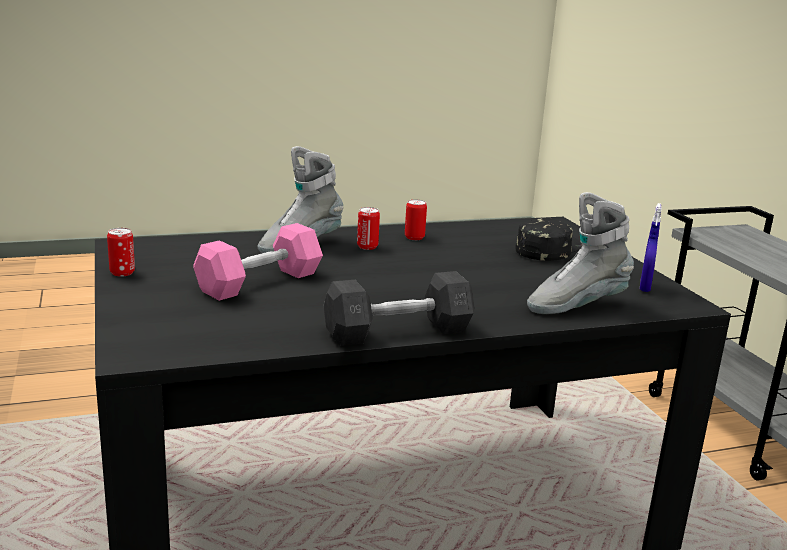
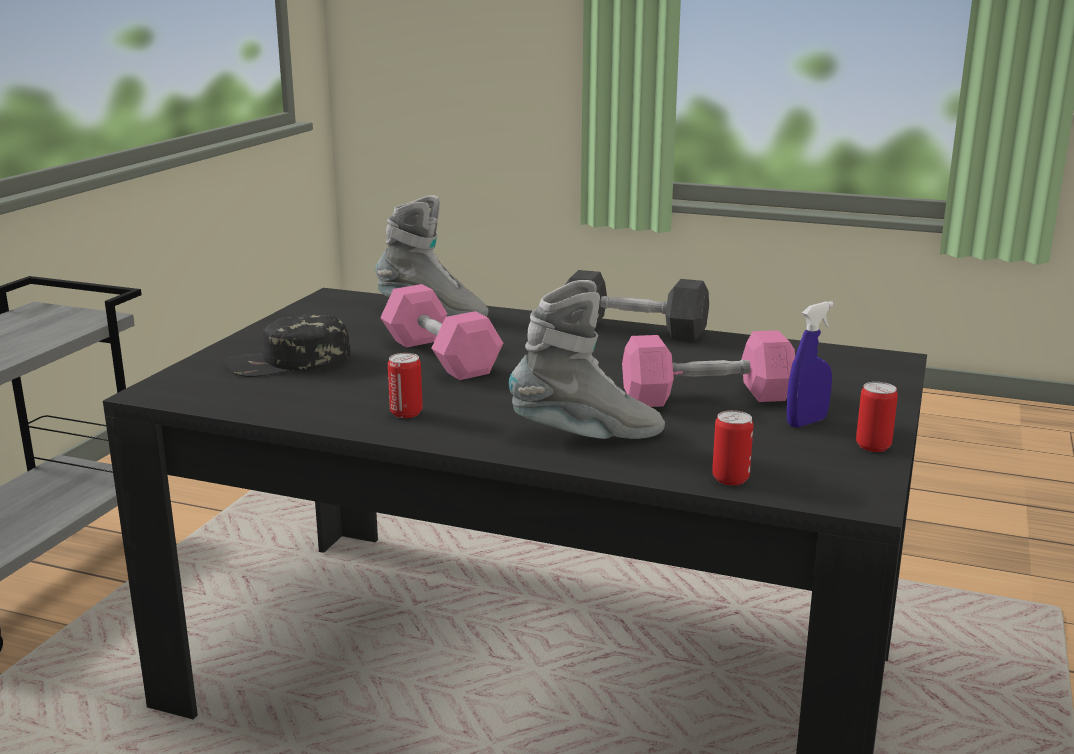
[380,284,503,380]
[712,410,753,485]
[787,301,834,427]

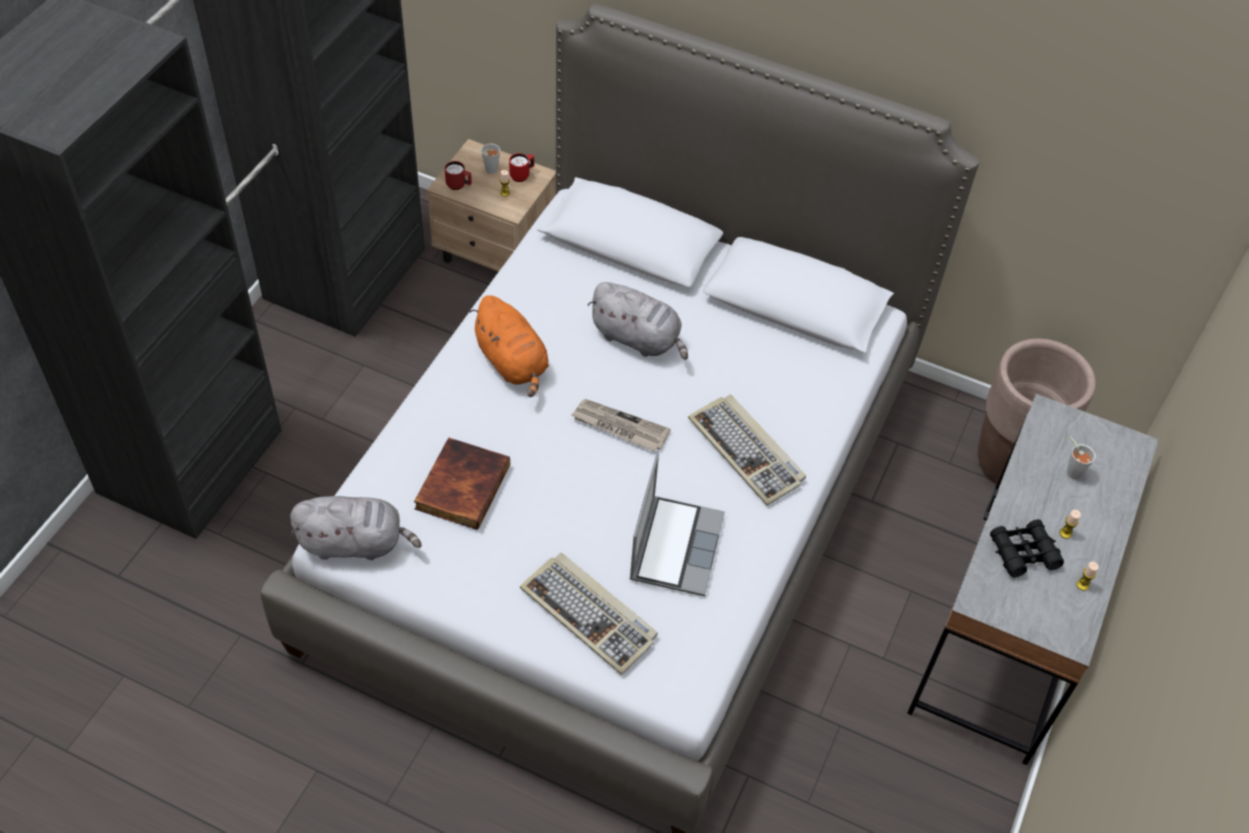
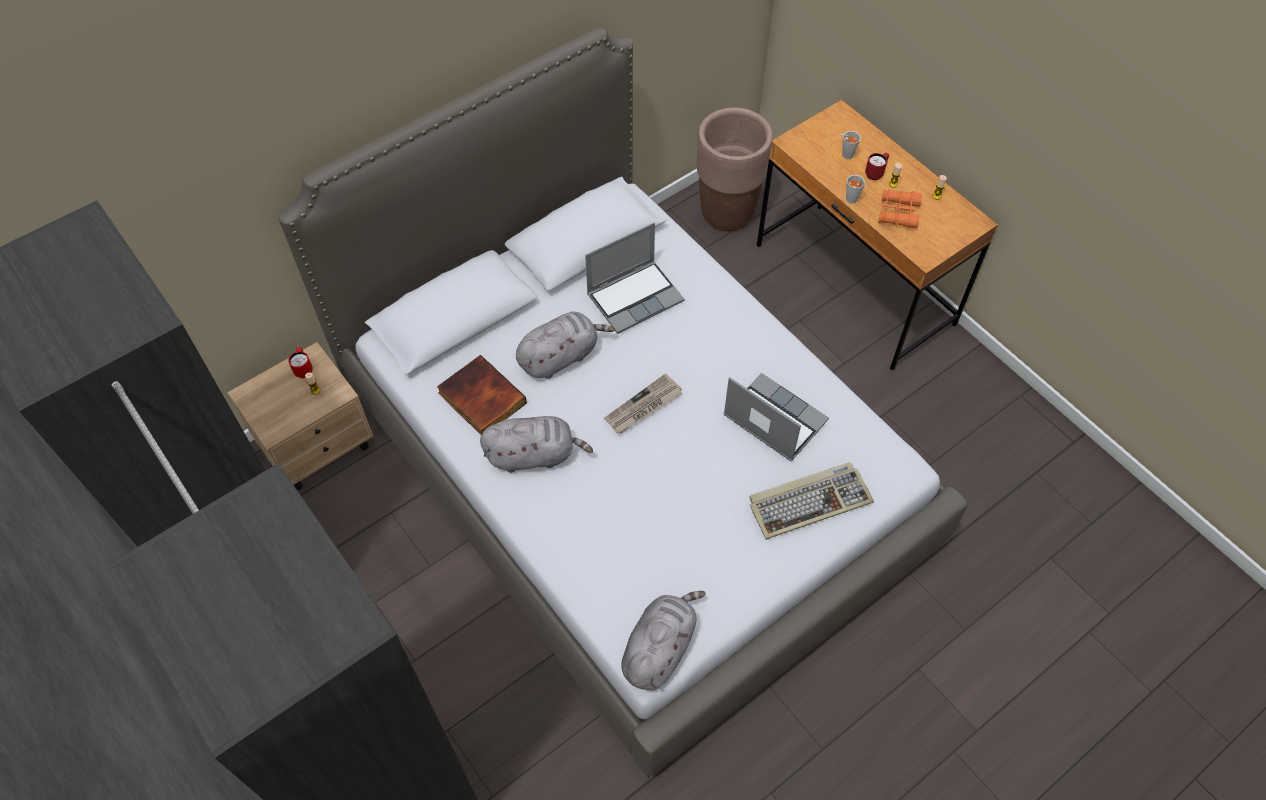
[688,394,806,506] (first image)
[585,223,685,334]
[437,355,527,435]
[865,153,889,180]
[846,175,868,204]
[480,416,593,473]
[757,100,998,371]
[879,189,922,228]

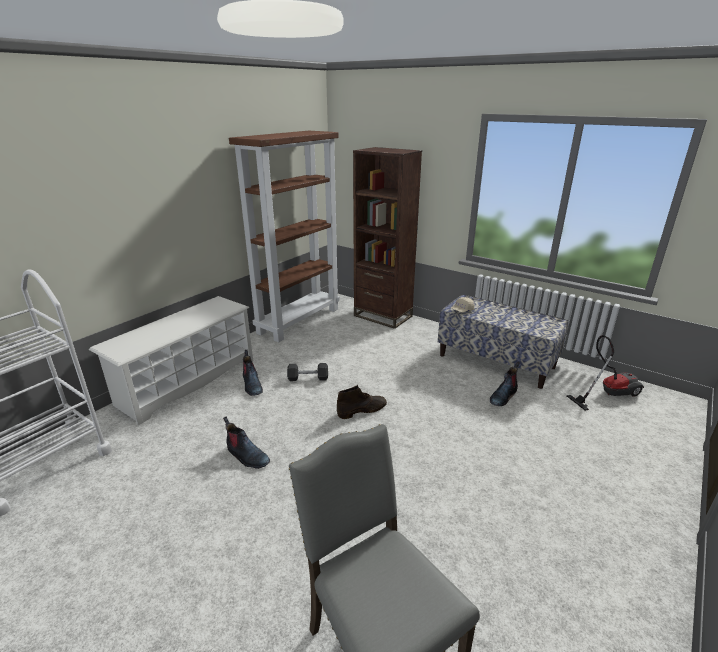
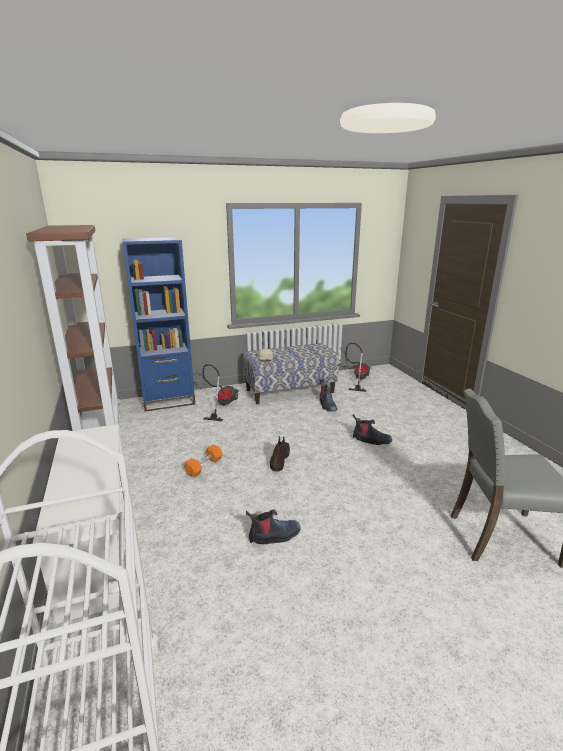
[203,364,239,421]
[352,414,392,445]
[184,444,223,478]
[122,237,195,412]

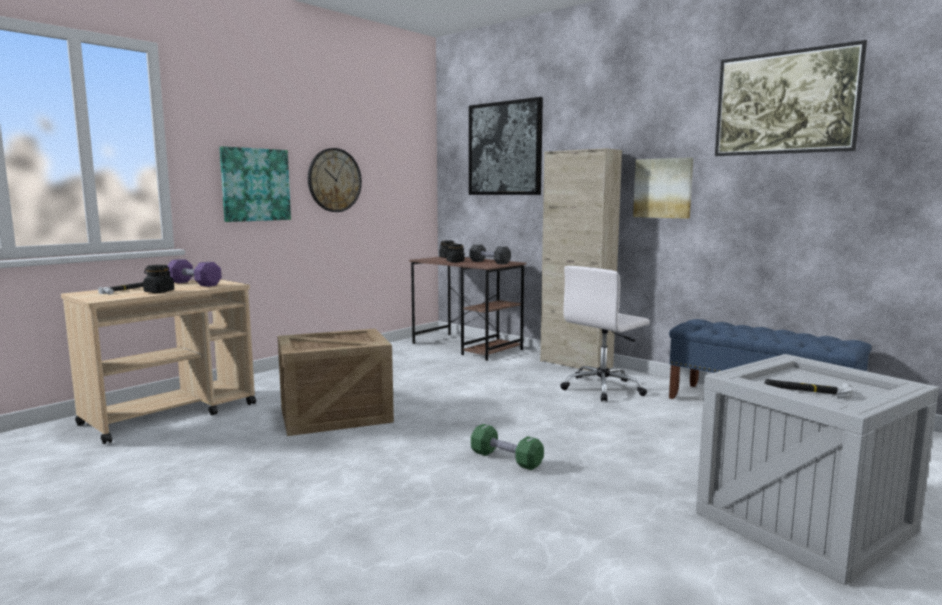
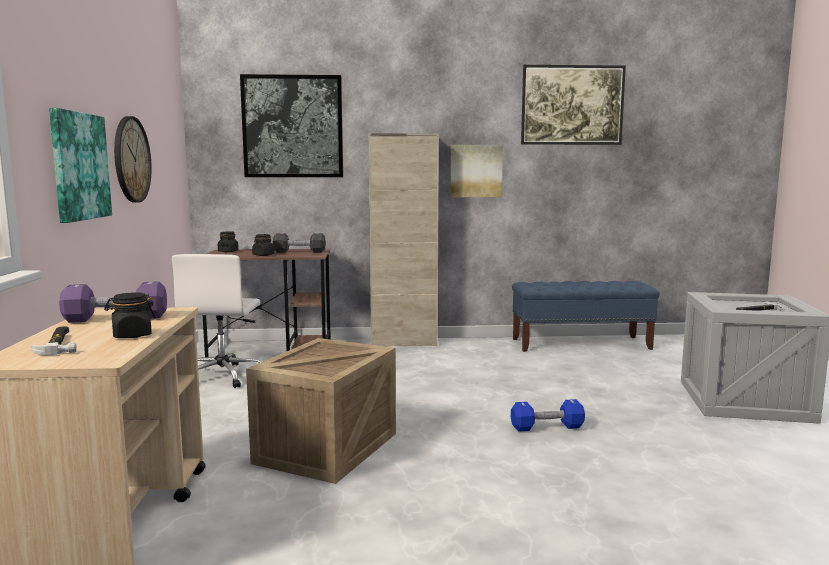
[172,254,261,388]
[511,399,585,432]

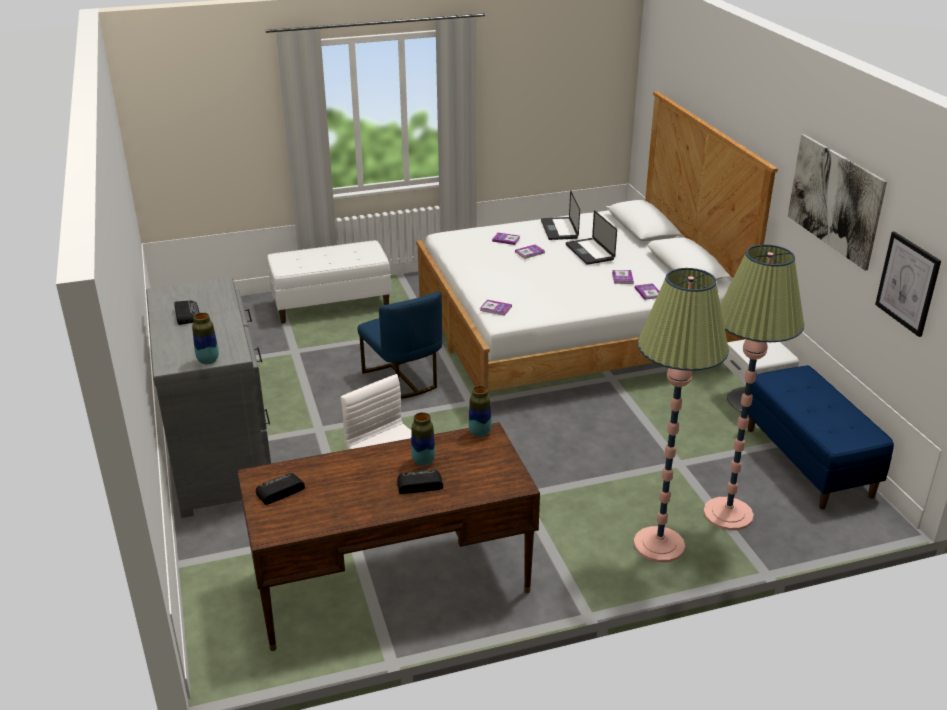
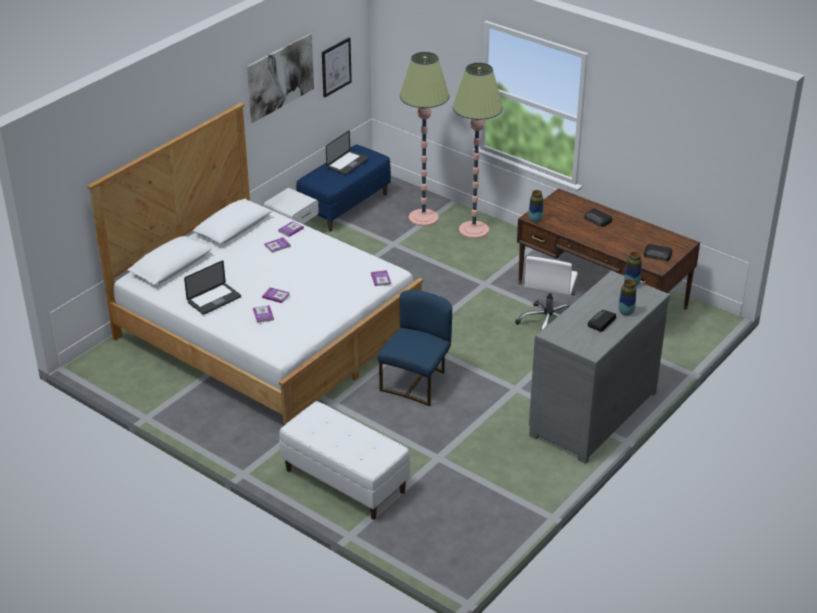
[619,279,636,316]
[326,130,369,175]

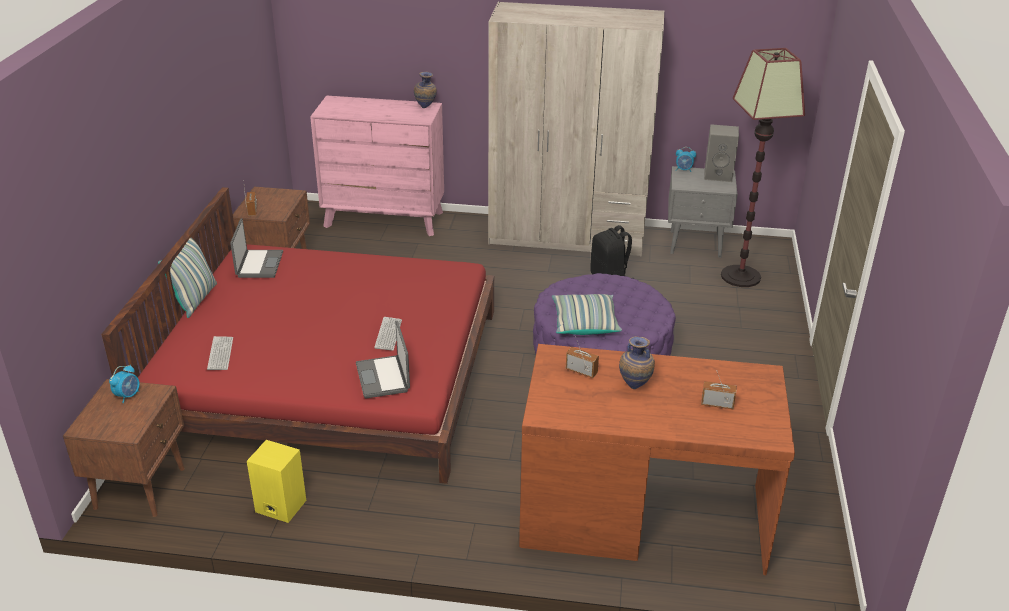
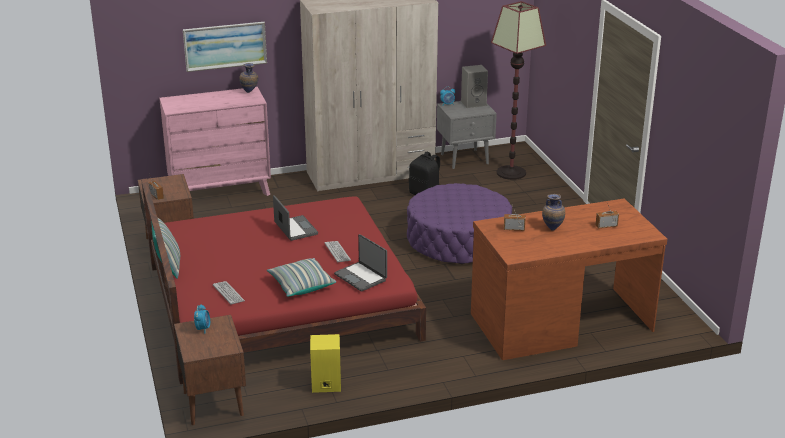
[183,22,267,72]
[273,195,318,241]
[267,258,336,297]

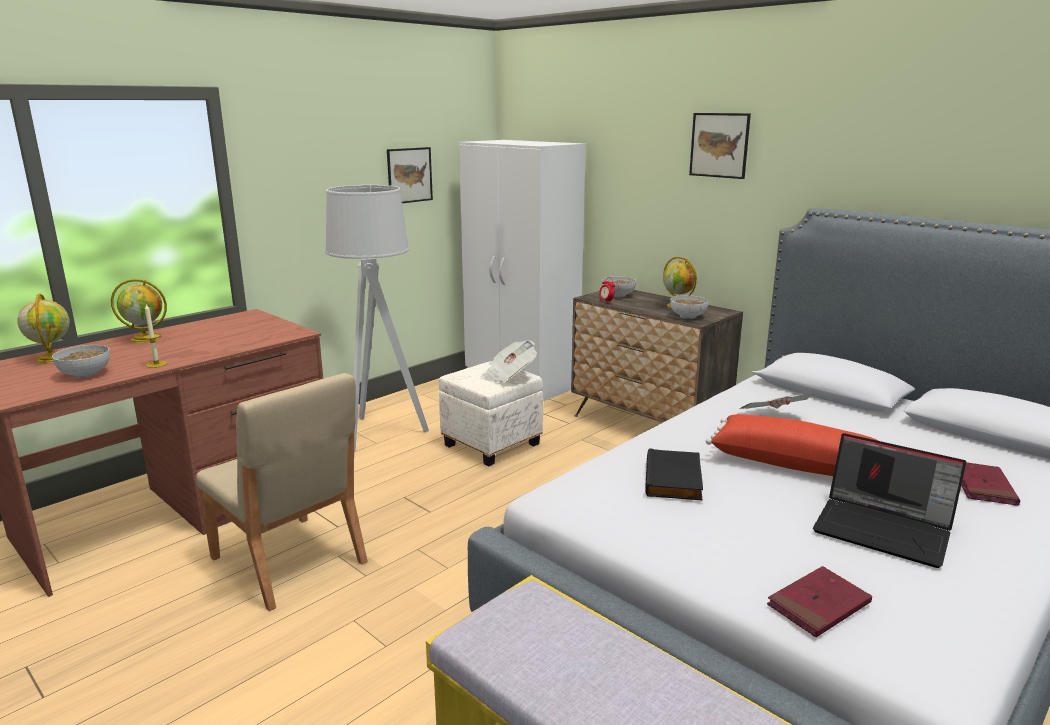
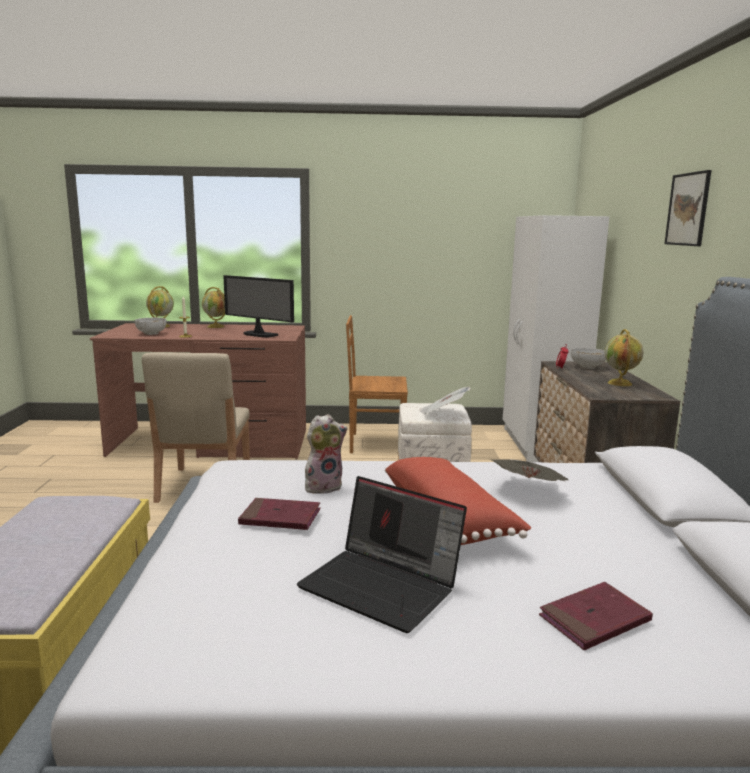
[387,147,433,203] (first image)
[670,295,709,319] (first image)
[223,275,294,337]
[238,498,321,530]
[346,315,408,453]
[305,414,348,494]
[297,476,467,633]

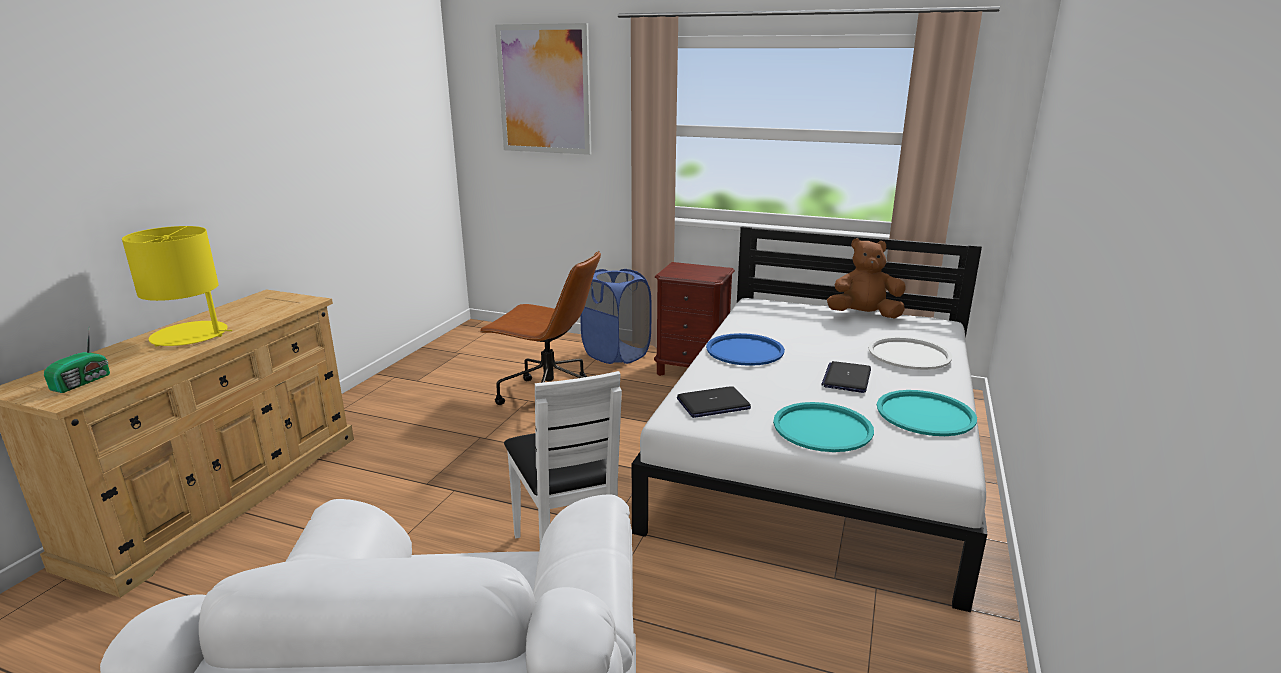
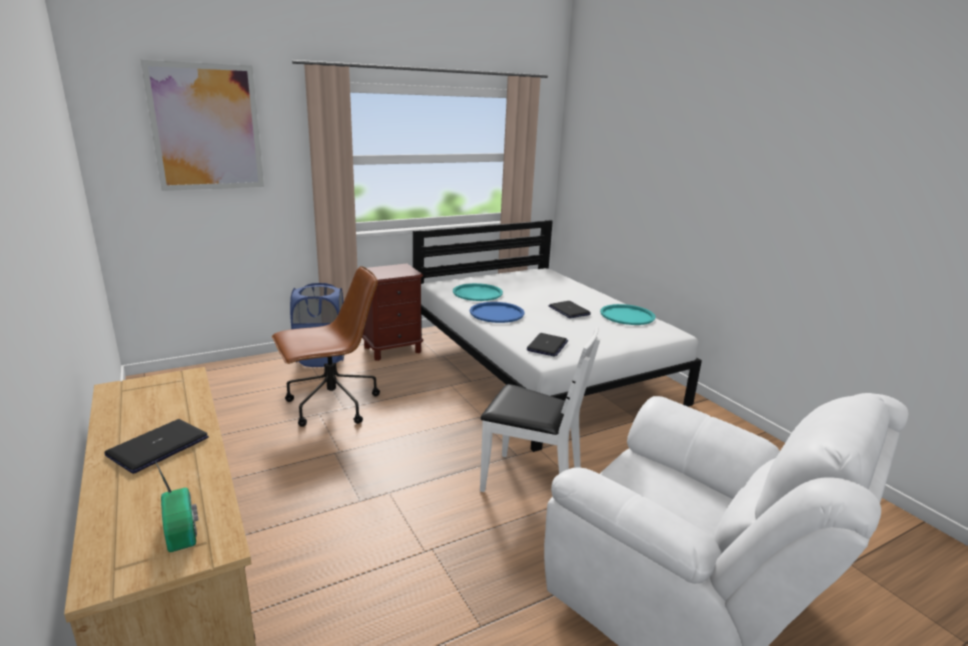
[827,238,906,319] (first image)
[868,336,952,370] (first image)
[453,283,503,301]
[104,419,209,474]

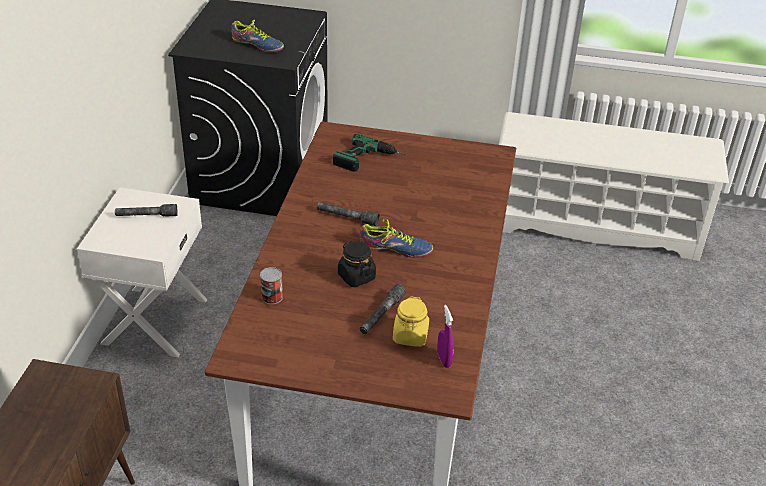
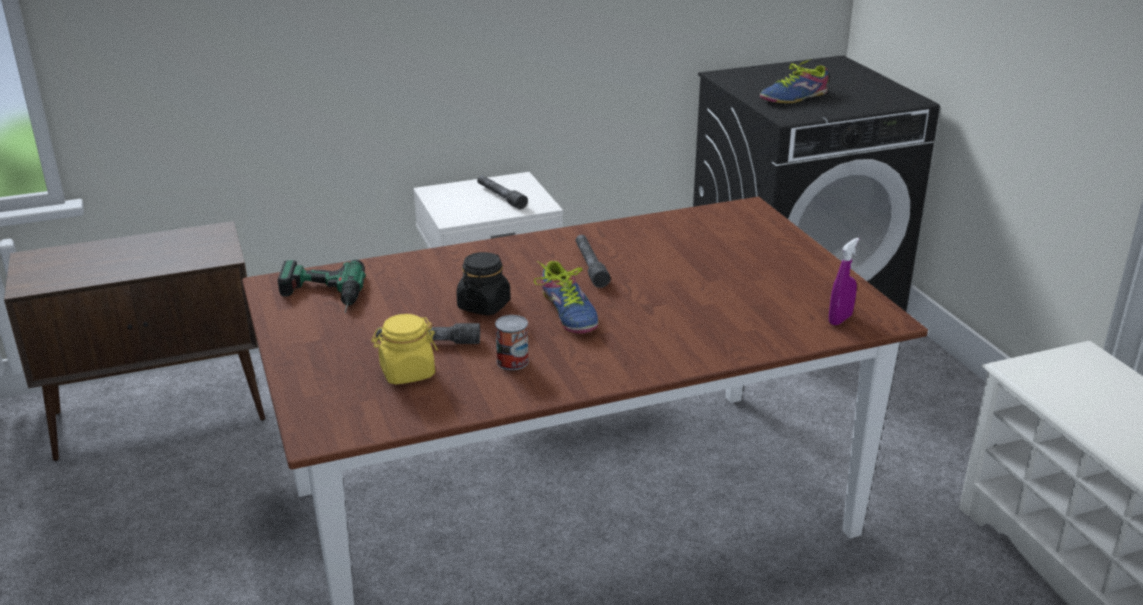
[495,315,529,370]
[278,260,366,313]
[829,238,859,325]
[760,59,829,103]

